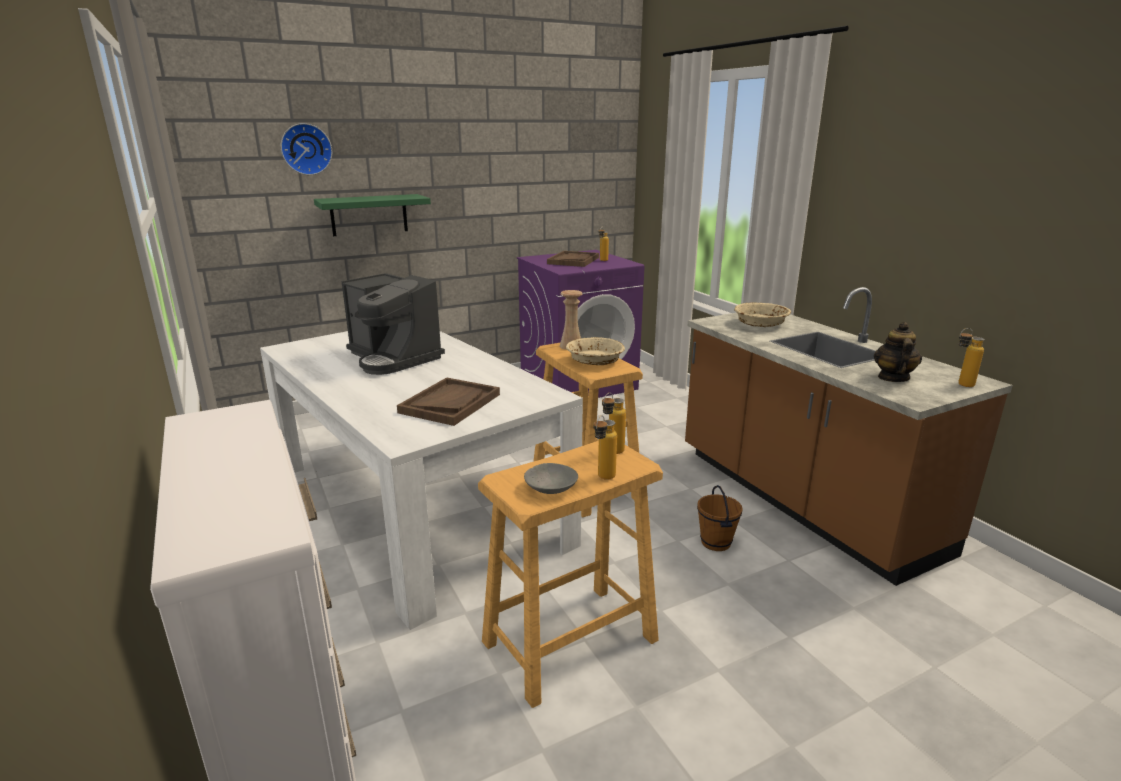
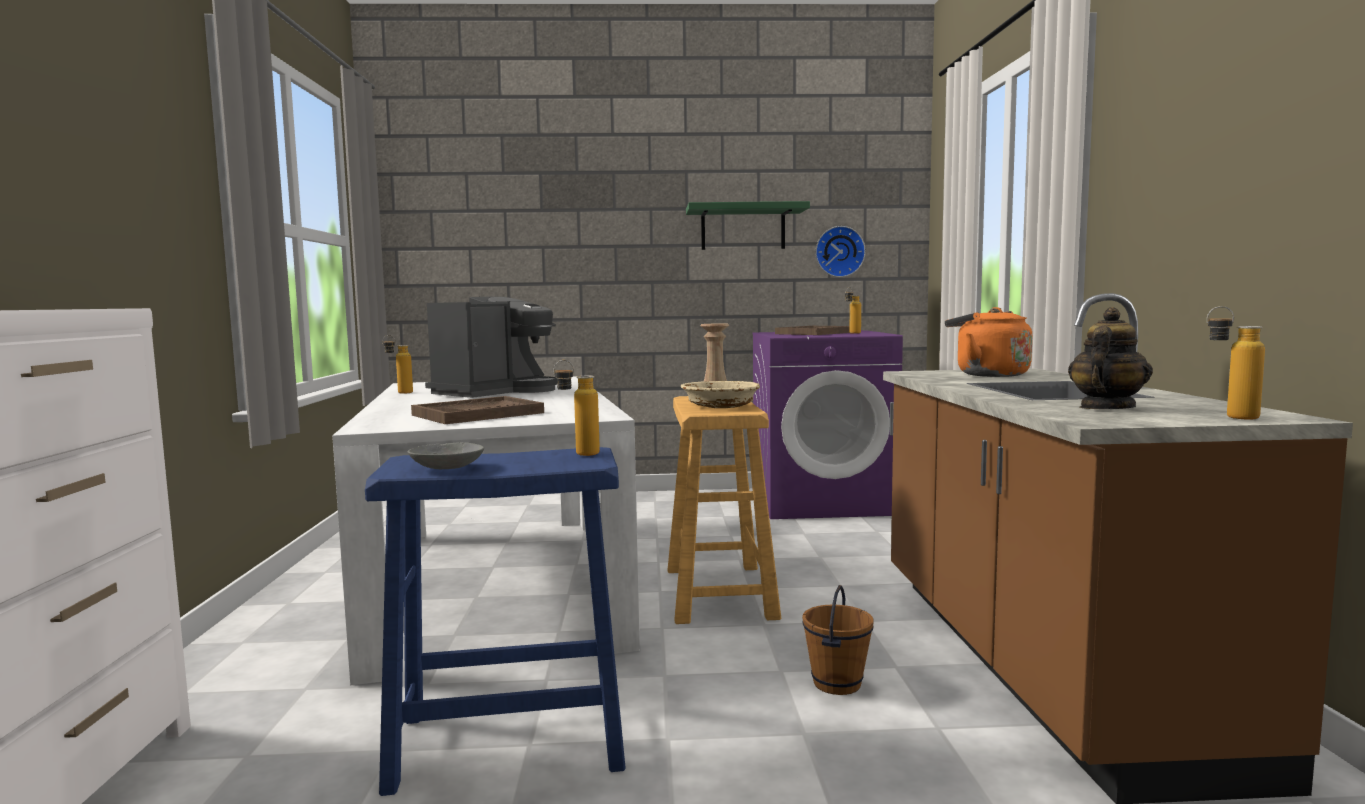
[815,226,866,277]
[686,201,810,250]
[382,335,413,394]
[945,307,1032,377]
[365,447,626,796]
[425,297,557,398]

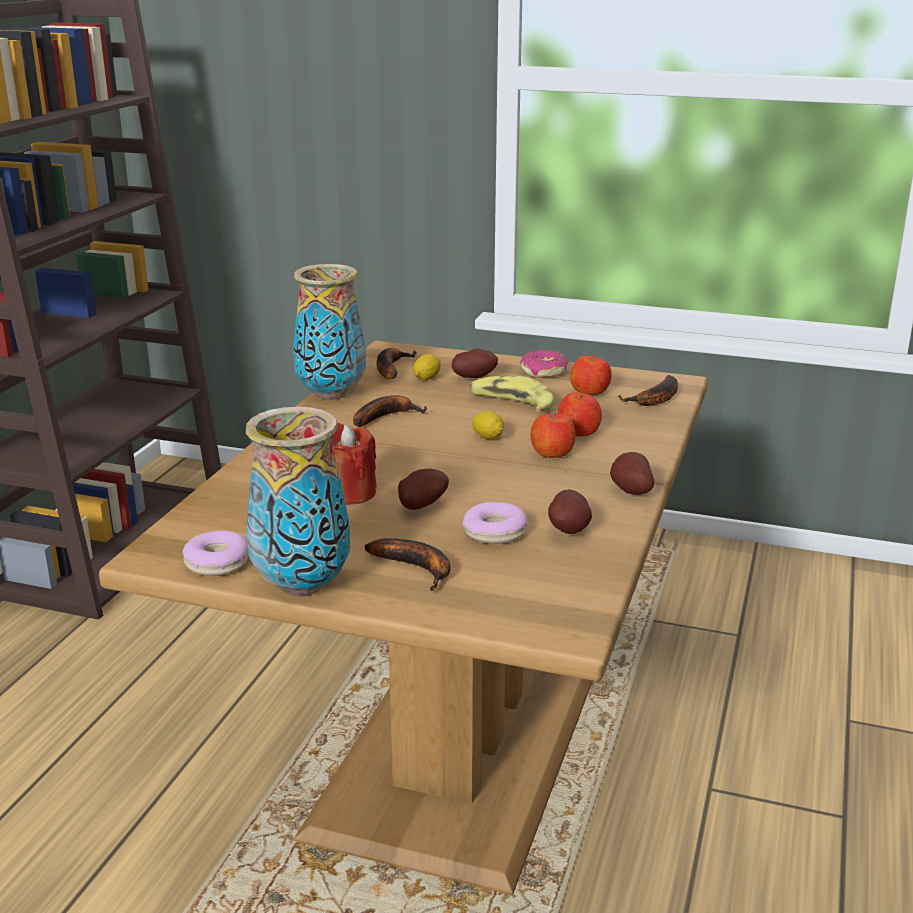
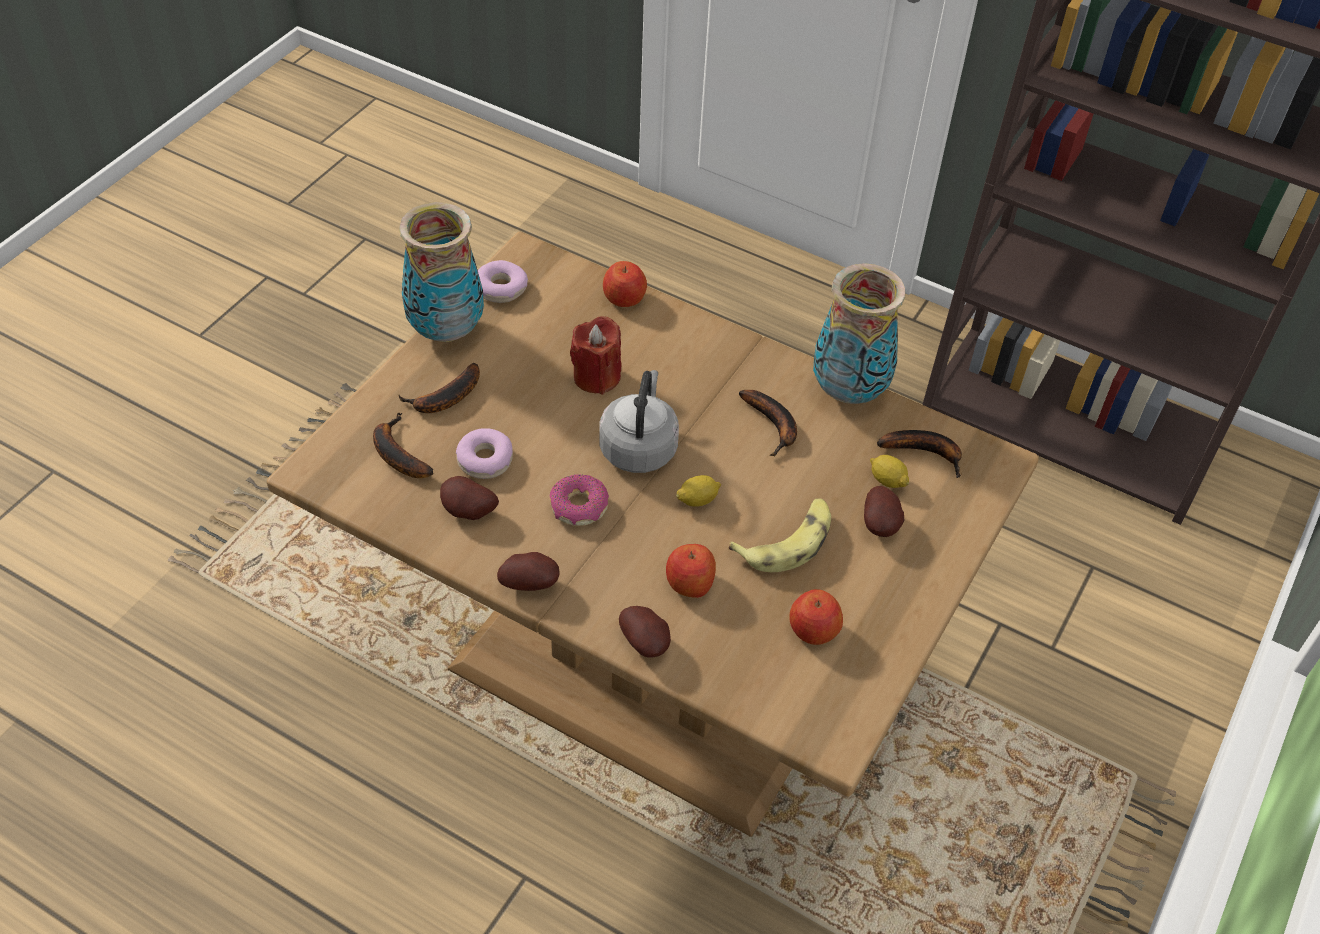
[599,370,679,473]
[619,606,671,658]
[549,474,609,526]
[603,261,647,307]
[373,412,433,478]

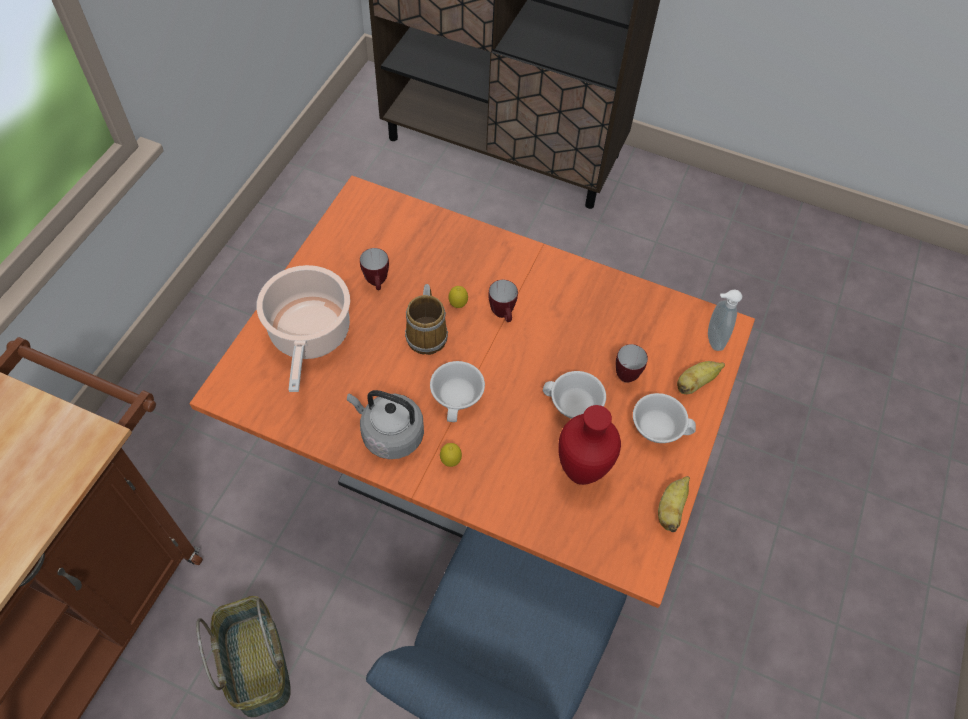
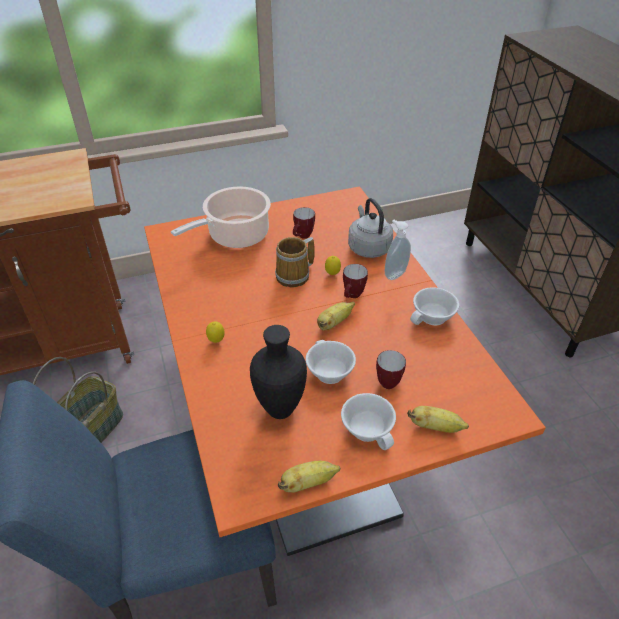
[317,302,355,330]
[348,198,393,258]
[410,287,459,325]
[385,220,411,280]
[250,325,307,419]

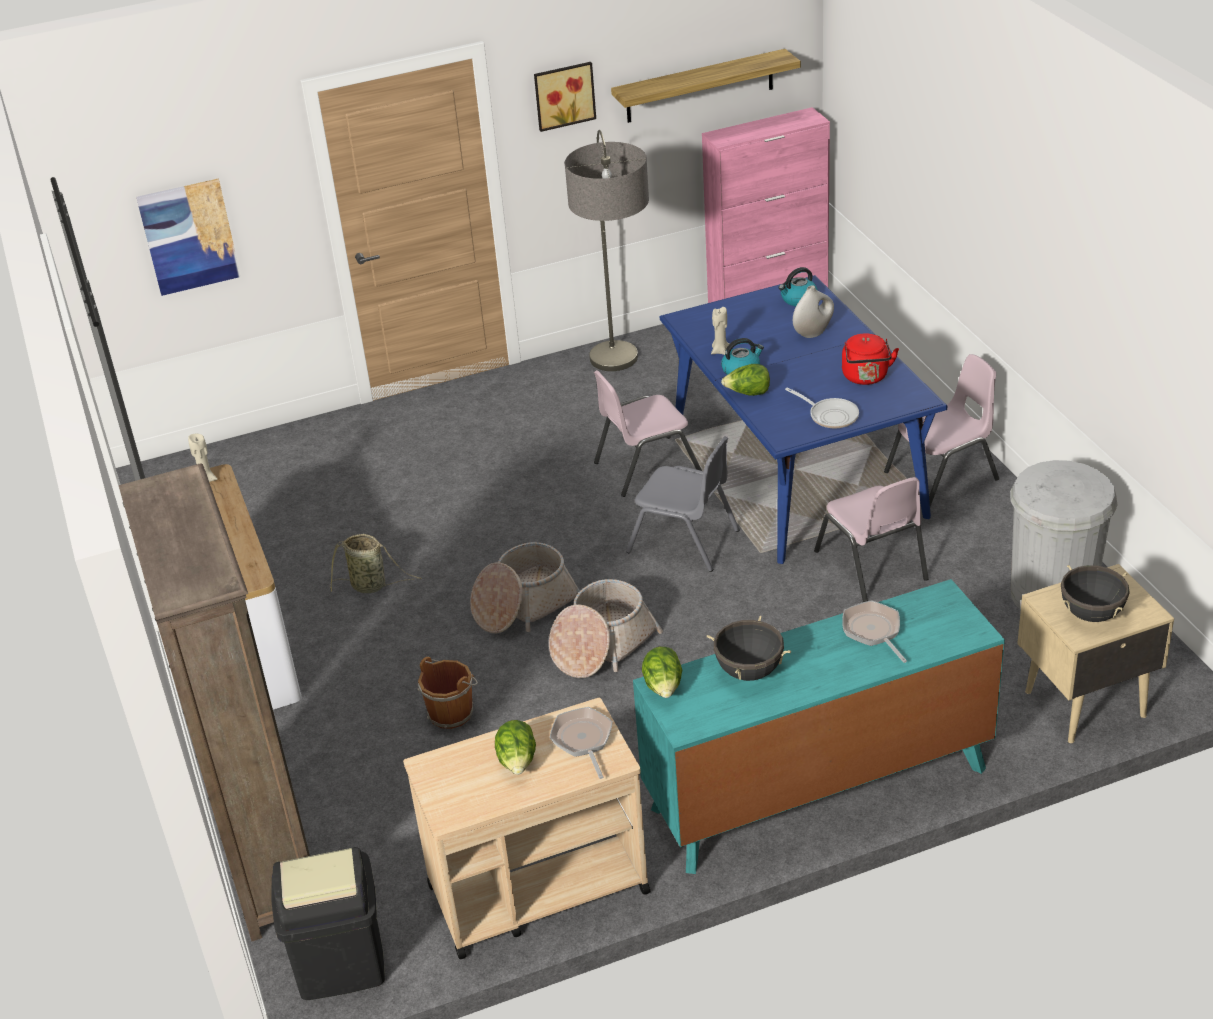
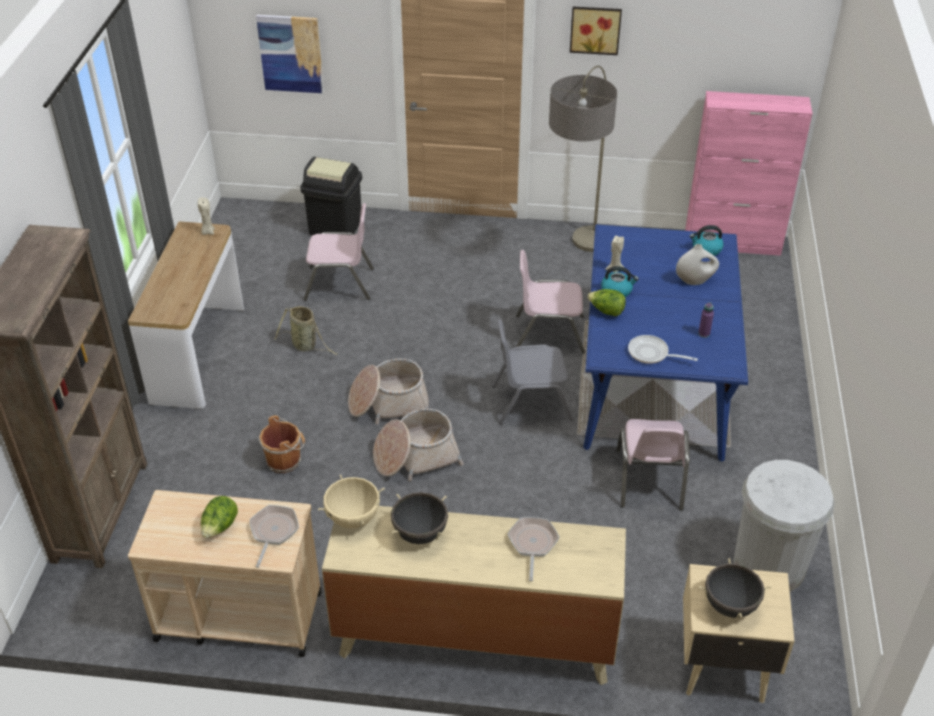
[611,49,801,123] (first image)
[300,157,362,235]
[303,203,374,301]
[318,475,385,528]
[698,302,714,338]
[322,506,626,685]
[492,319,573,425]
[628,335,698,364]

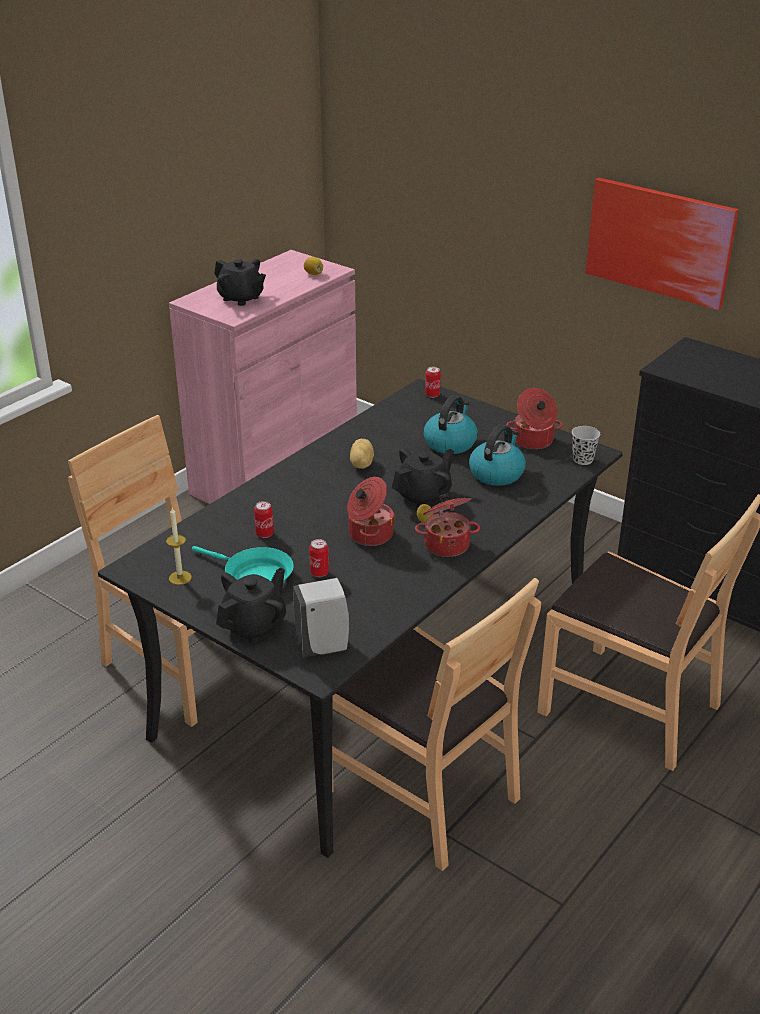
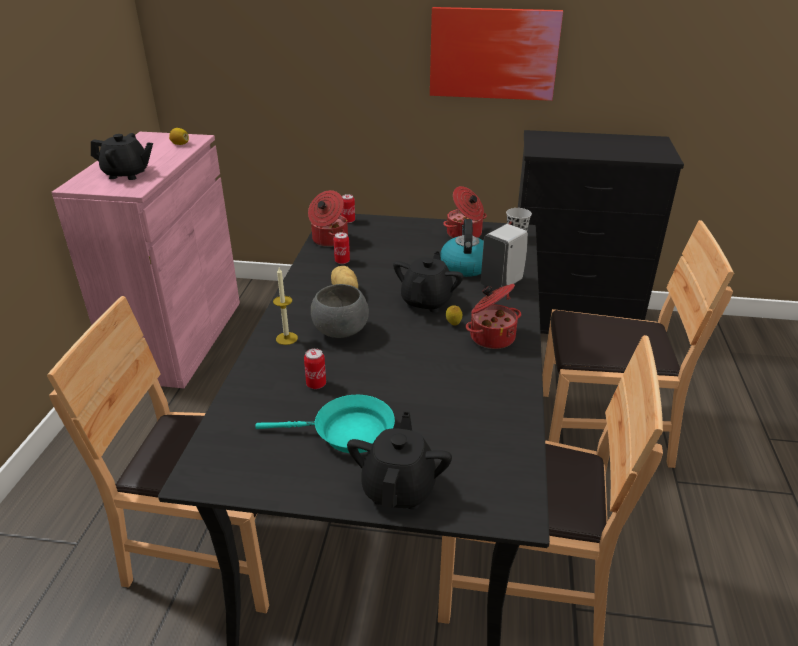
[423,395,478,454] (first image)
[311,284,369,338]
[273,268,298,345]
[481,224,528,290]
[334,232,350,264]
[308,190,348,247]

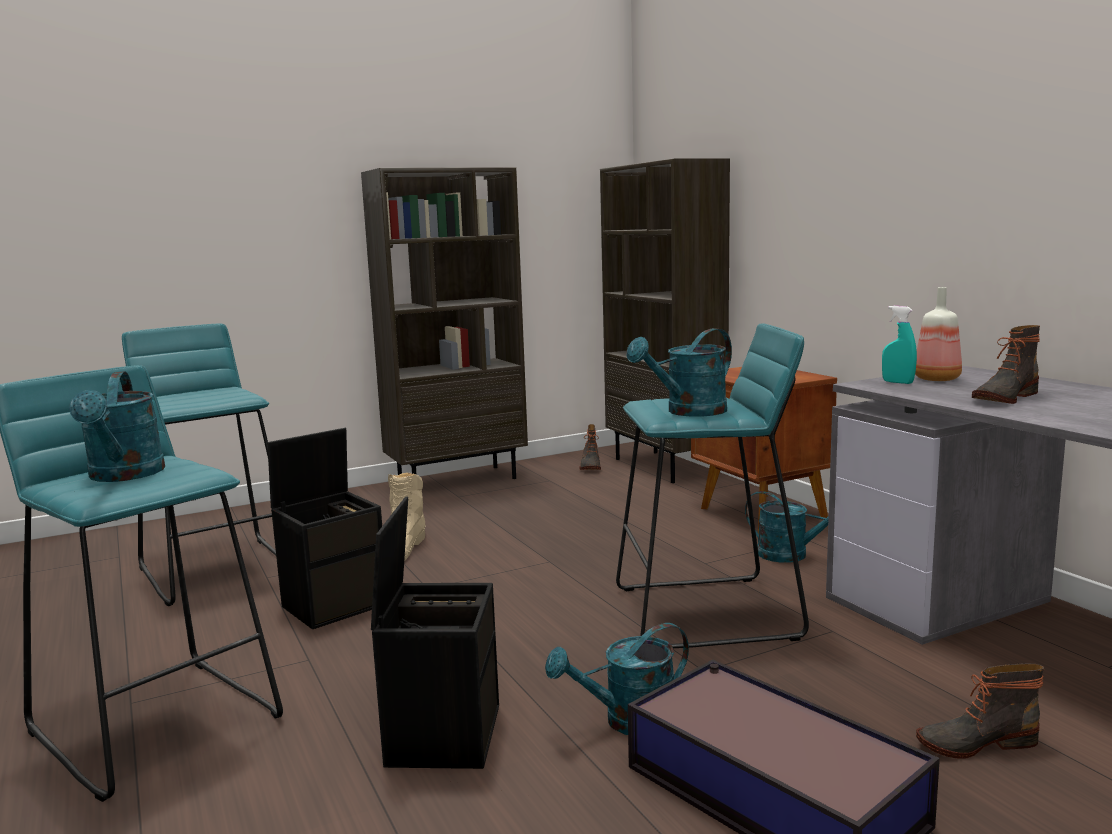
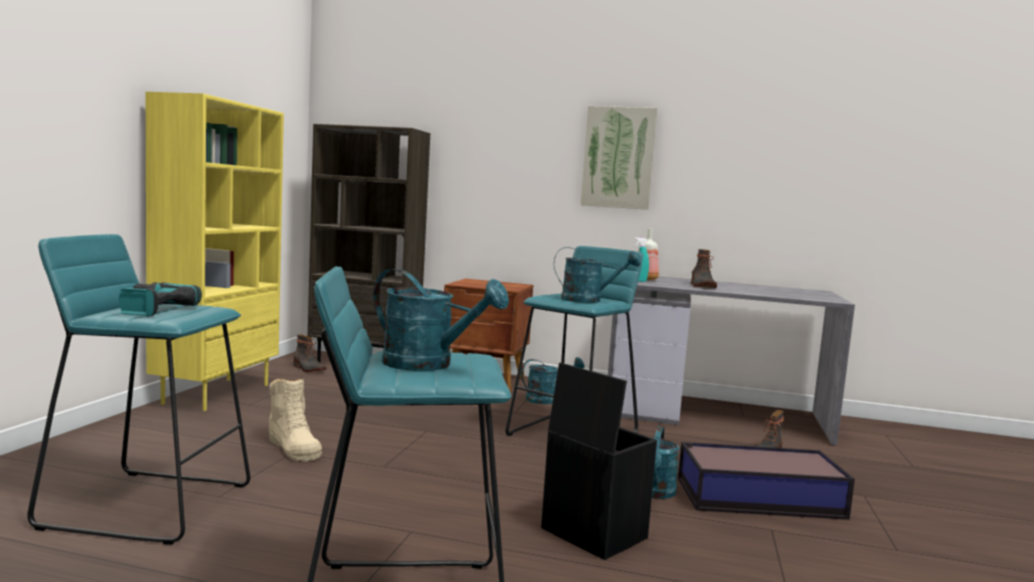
[267,428,382,629] (first image)
[119,282,202,317]
[581,106,657,210]
[146,92,284,411]
[554,247,640,303]

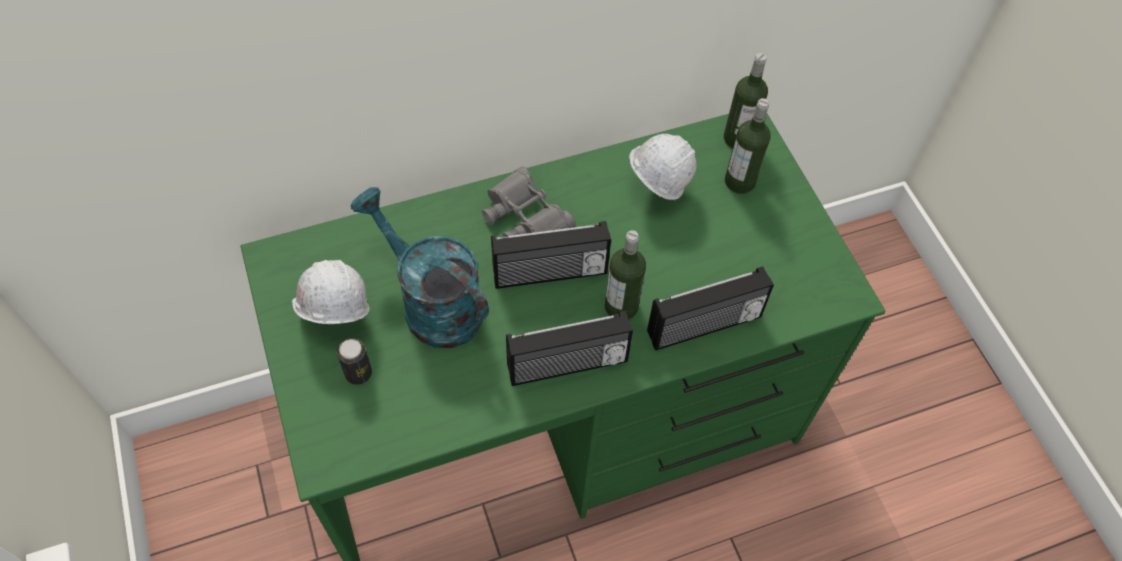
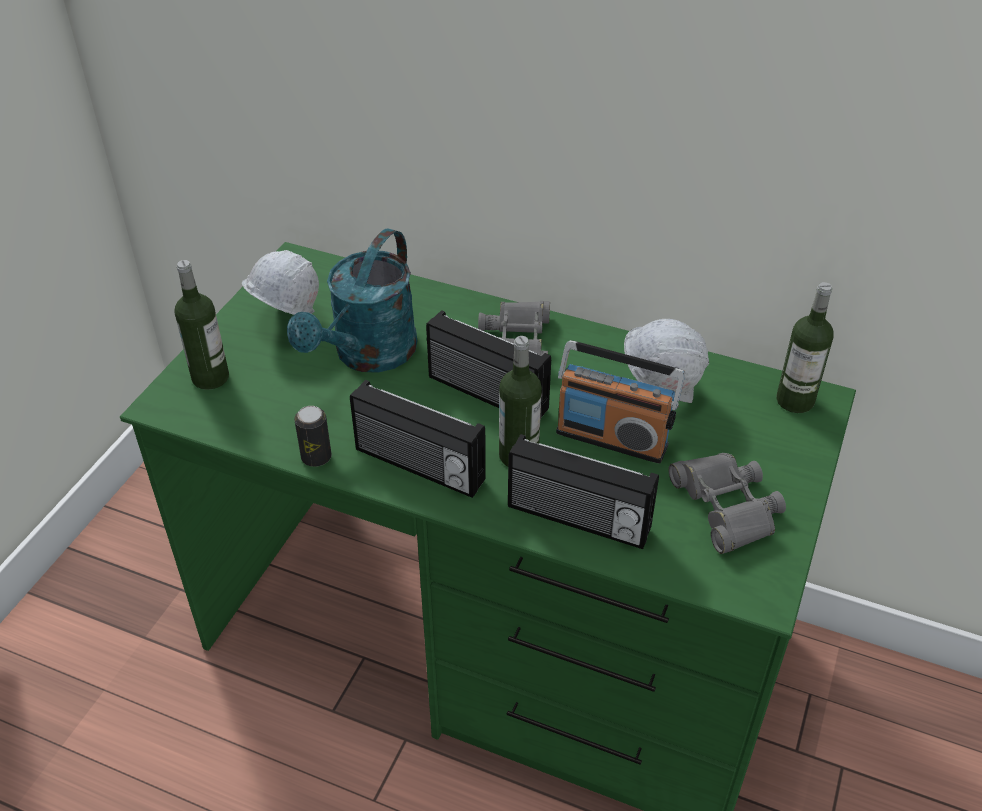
[556,340,685,464]
[668,453,786,554]
[294,406,331,467]
[174,260,229,390]
[287,228,417,373]

